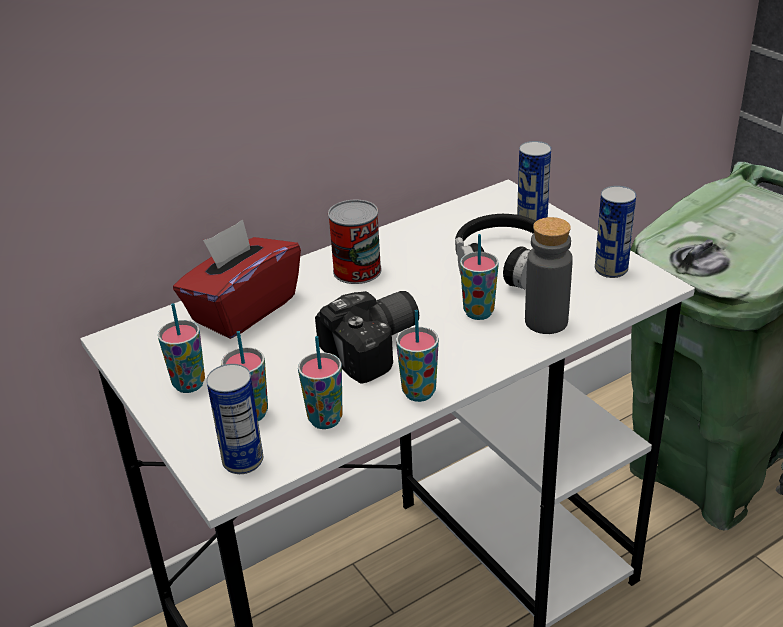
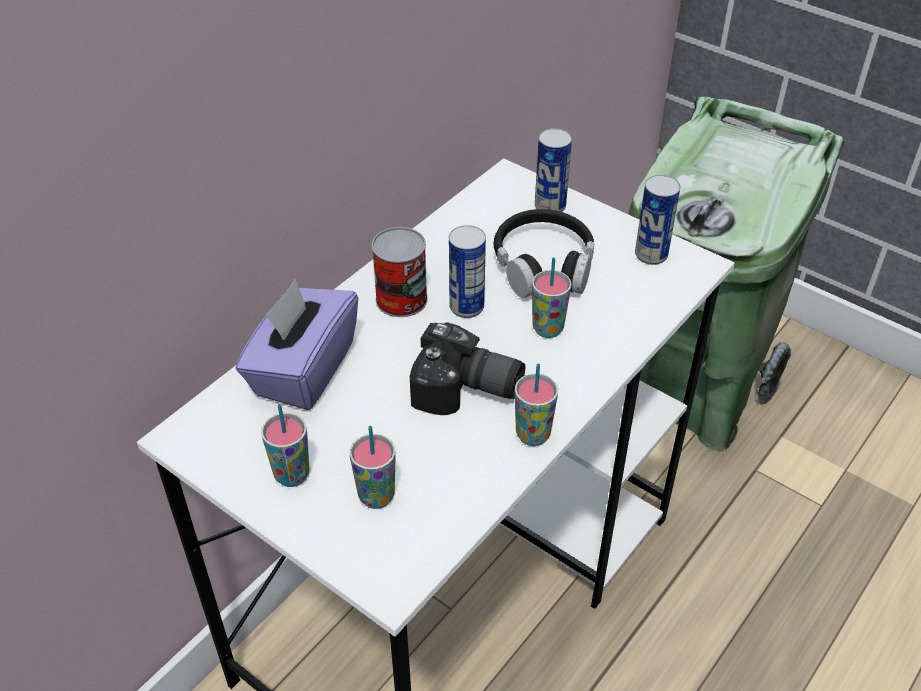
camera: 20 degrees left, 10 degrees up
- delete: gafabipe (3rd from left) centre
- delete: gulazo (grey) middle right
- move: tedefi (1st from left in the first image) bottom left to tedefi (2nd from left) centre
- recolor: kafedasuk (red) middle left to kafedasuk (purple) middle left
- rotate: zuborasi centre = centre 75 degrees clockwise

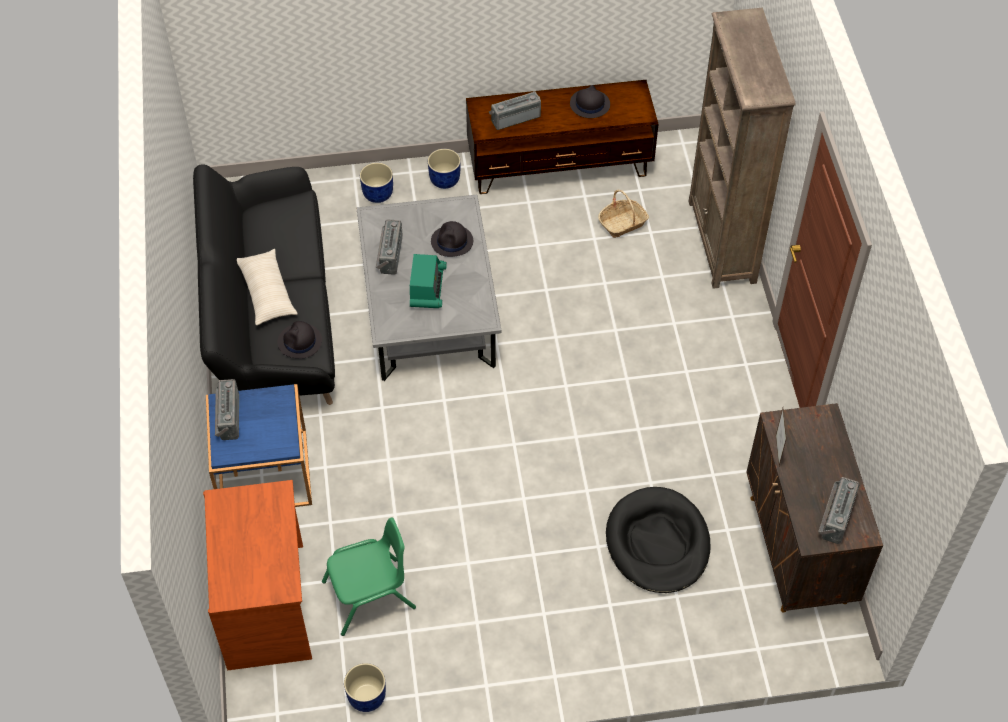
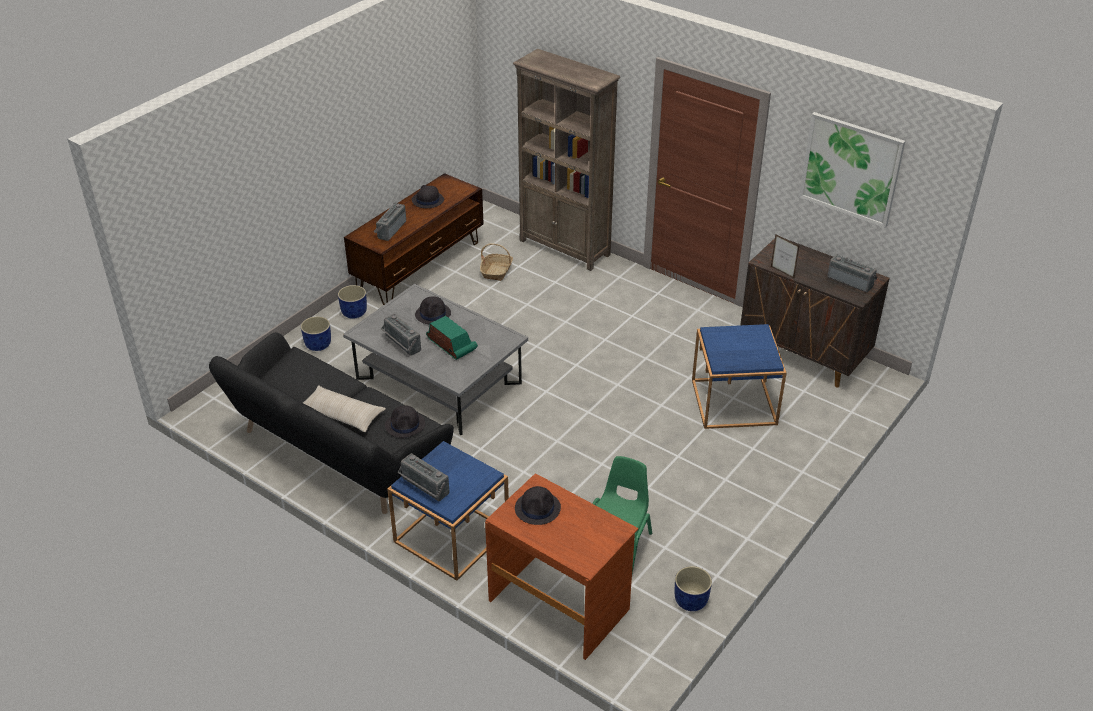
camera: 45 degrees left, 15 degrees down
- insert: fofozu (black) (4th from left) bottom centre
- insert: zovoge top right
- replace: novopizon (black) bottom centre to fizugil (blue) (2nd from left) middle right
- rotate: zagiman (5th from left) bottom right = middle right 150 degrees clockwise

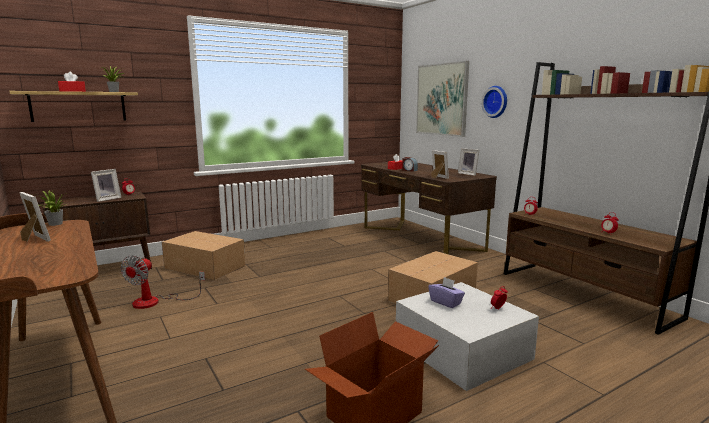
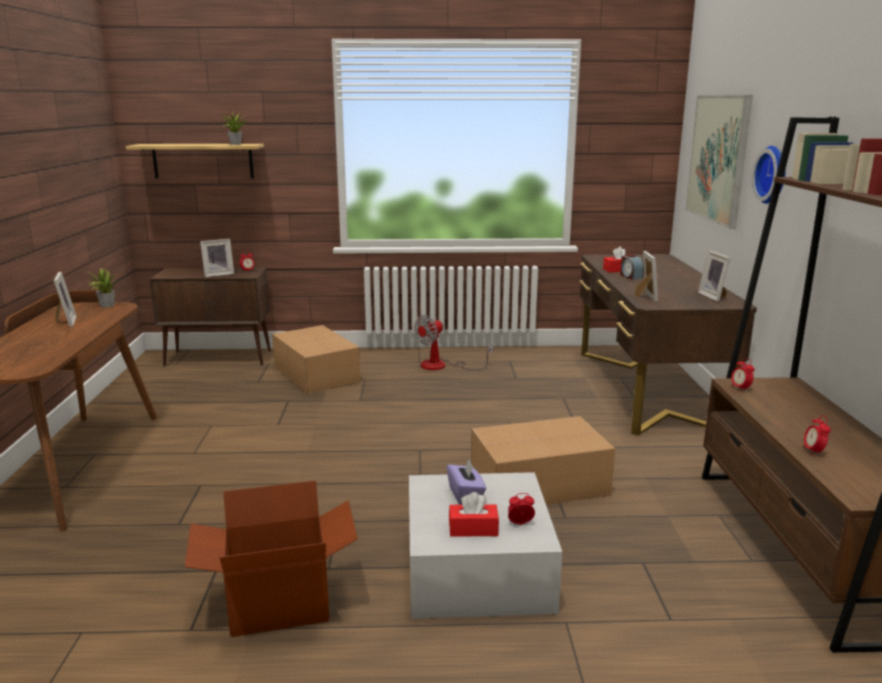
camera: 30 degrees right, 5 degrees up
- move: kafedasuk (red) (1st from left) top left to bottom centre
- move: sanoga bottom left to centre

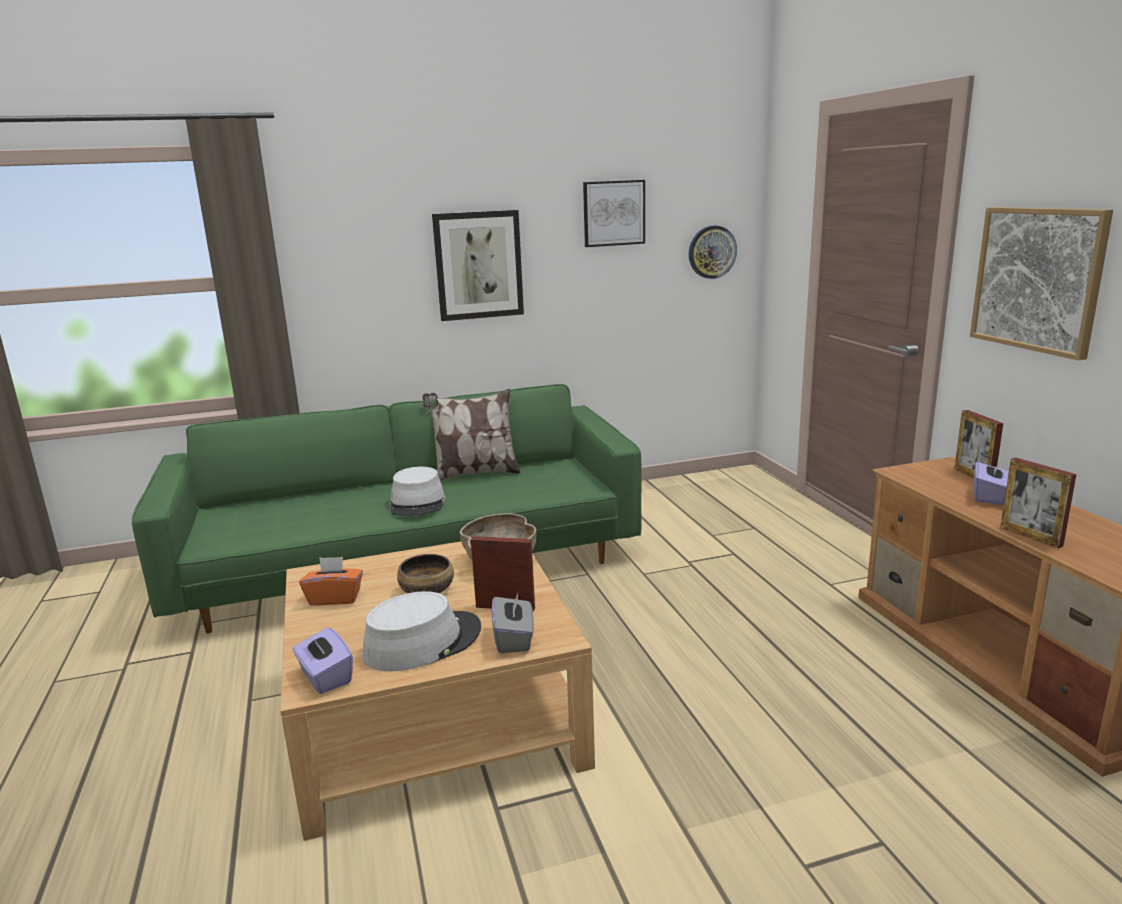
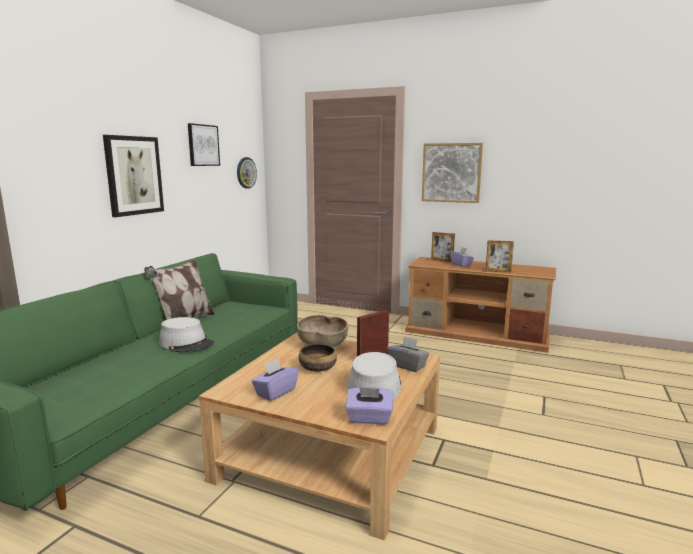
camera: 50 degrees left, 5 degrees down
- recolor: kafedasuk (orange) middle left to kafedasuk (purple) (1st from left) bottom centre

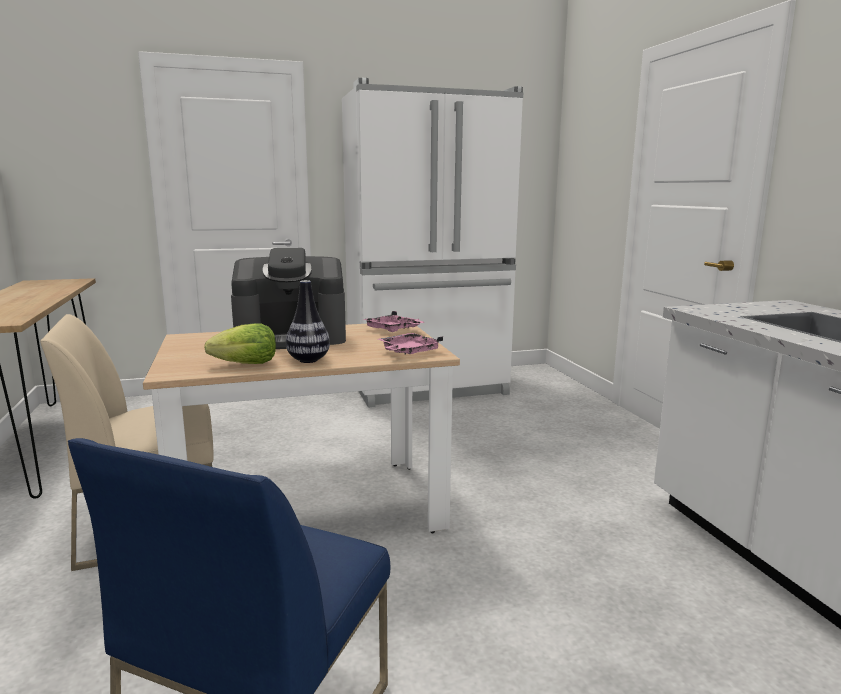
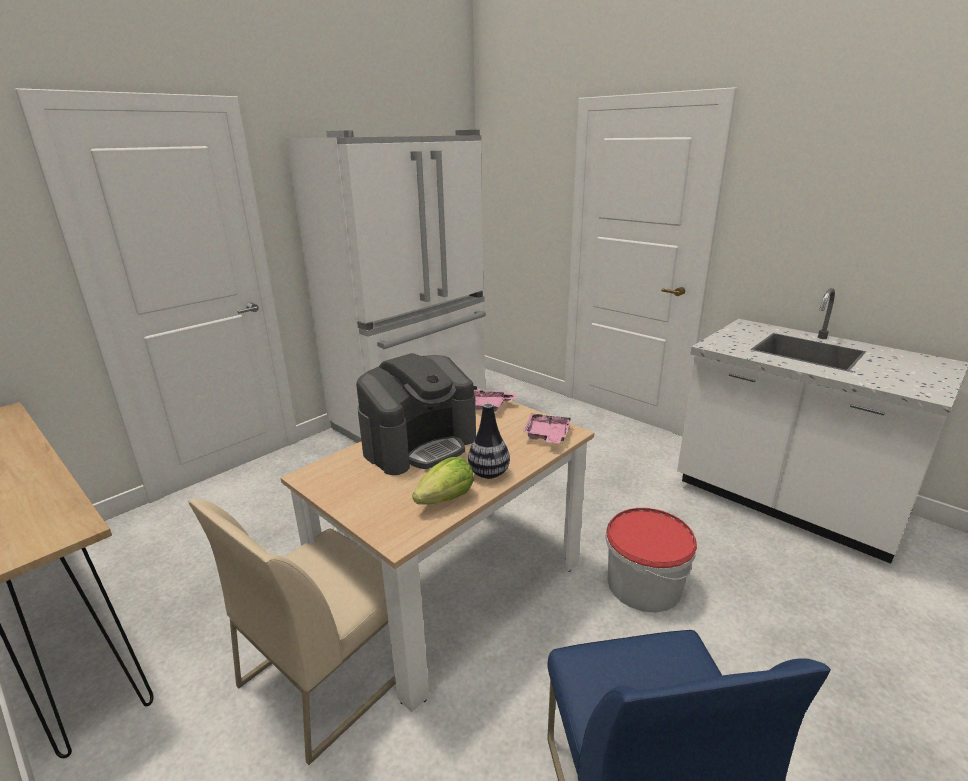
camera: 30 degrees left, 10 degrees up
- insert: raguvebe bottom right

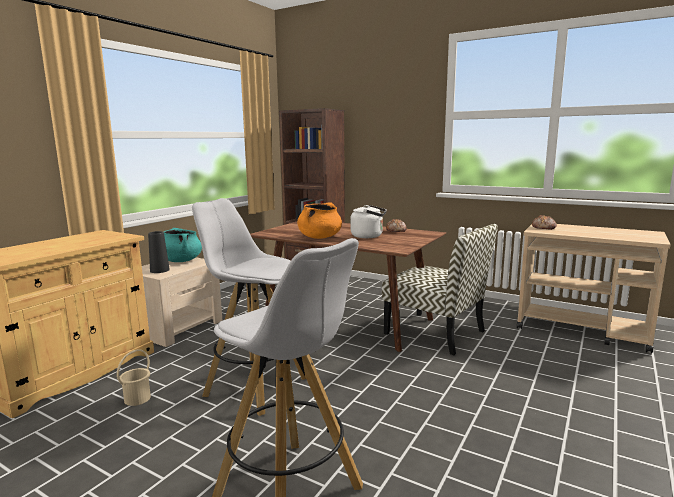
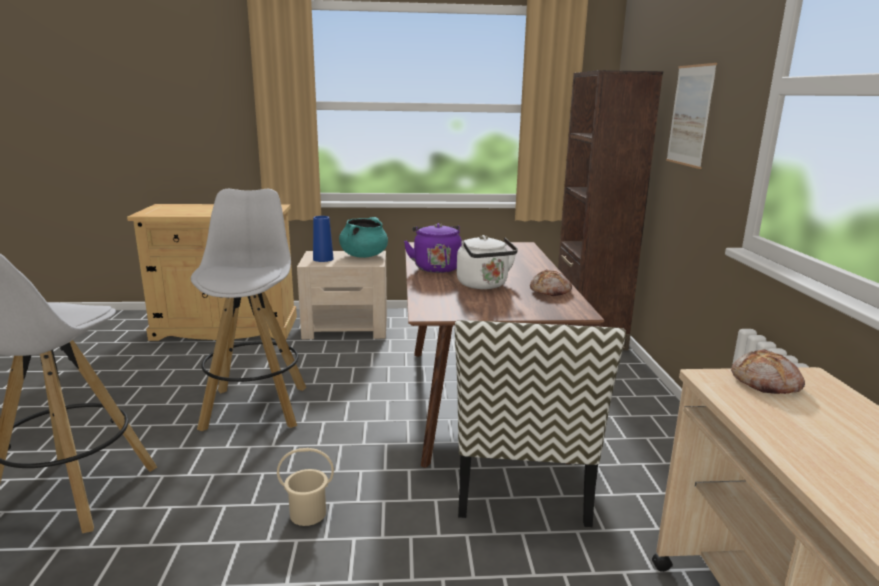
camera: 55 degrees right, 5 degrees up
- insert: zovoge top right
- move: raguvebe (beige) bottom left to bottom centre
- replace: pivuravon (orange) centre to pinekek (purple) centre
- recolor: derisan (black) middle left to derisan (blue) centre

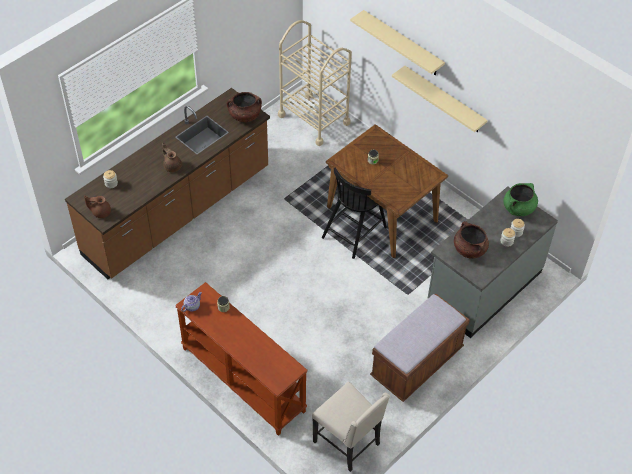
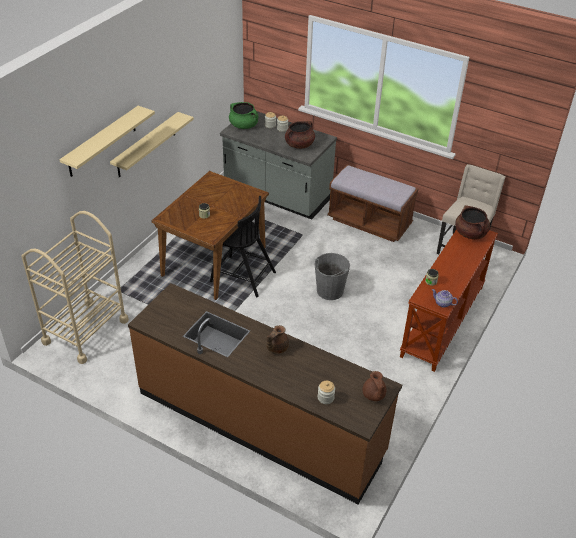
camera: 105 degrees left, 10 degrees down
- insert: raguvebe (grey) centre
- move: pivuravon (brown) (1st from left in the first image) top centre to pivuravon (brown) (2nd from left) middle right

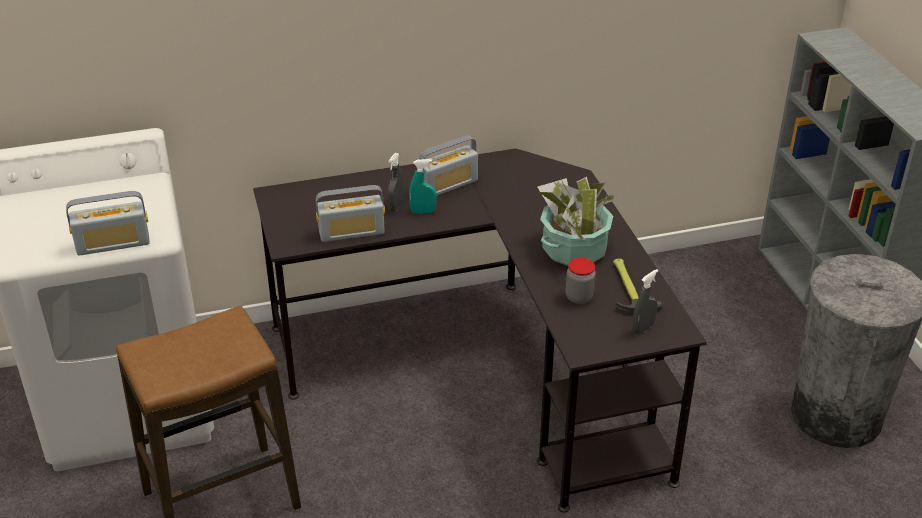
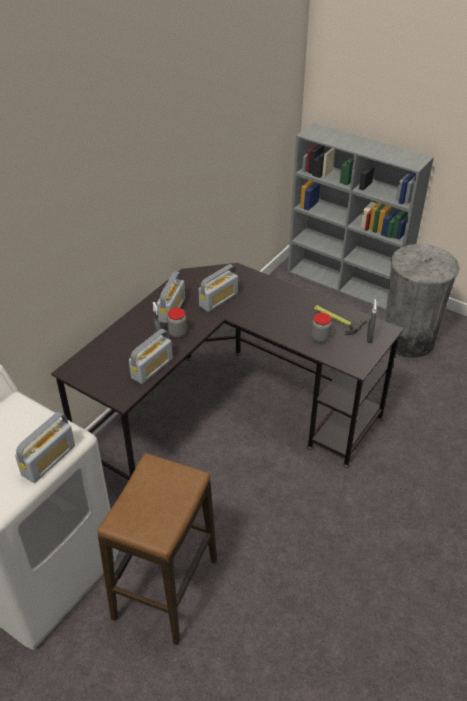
camera: 40 degrees left, 5 degrees up
- delete: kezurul centre
- insert: zagiman (4th from left) centre
- replace: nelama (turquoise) centre to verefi (1st from left) centre

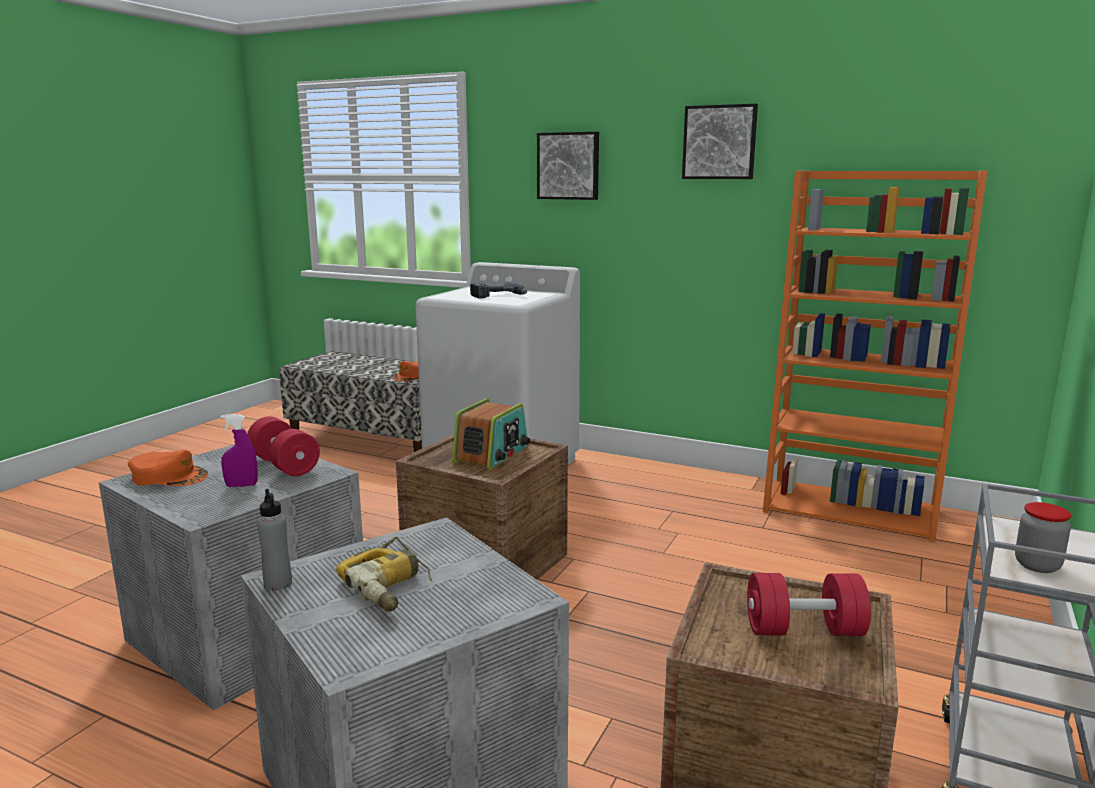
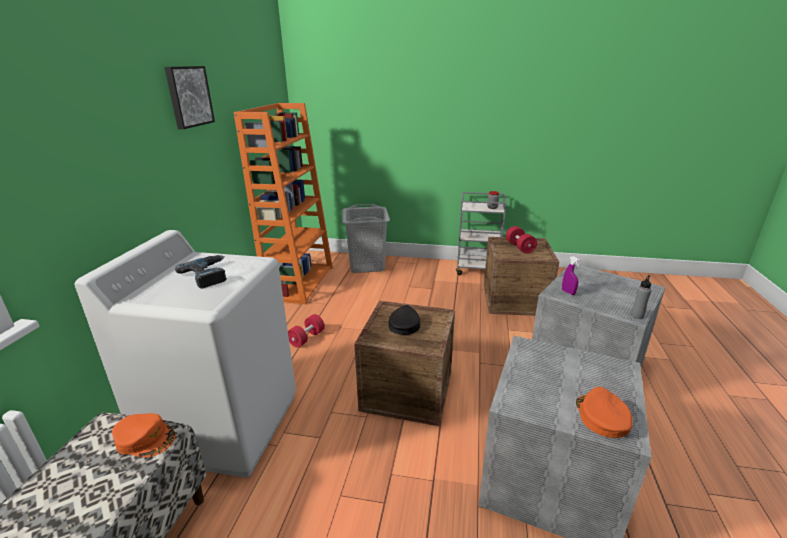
camera: 105 degrees left, 10 degrees up
- delete: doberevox (1st from left) bottom centre
- delete: zovoge (1st from left) top centre
- insert: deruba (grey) centre
- move: nelama (purple) middle left to middle right
- move: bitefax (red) (1st from left) middle left to centre
- replace: zagiman centre to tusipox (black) centre

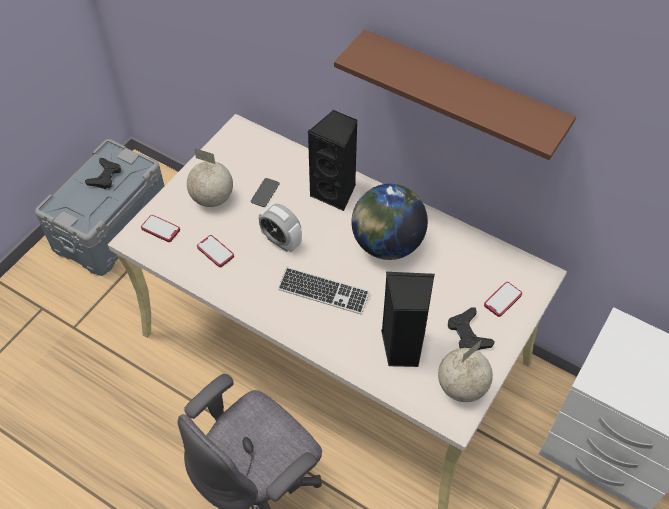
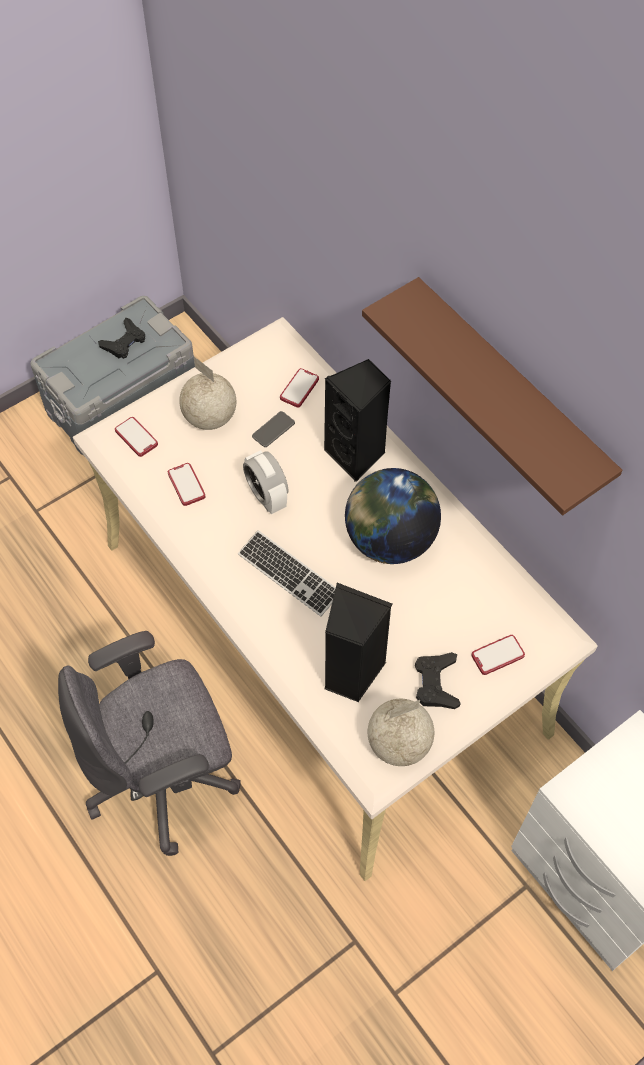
camera: 20 degrees right, 5 degrees up
- insert: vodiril (4th from left) centre

